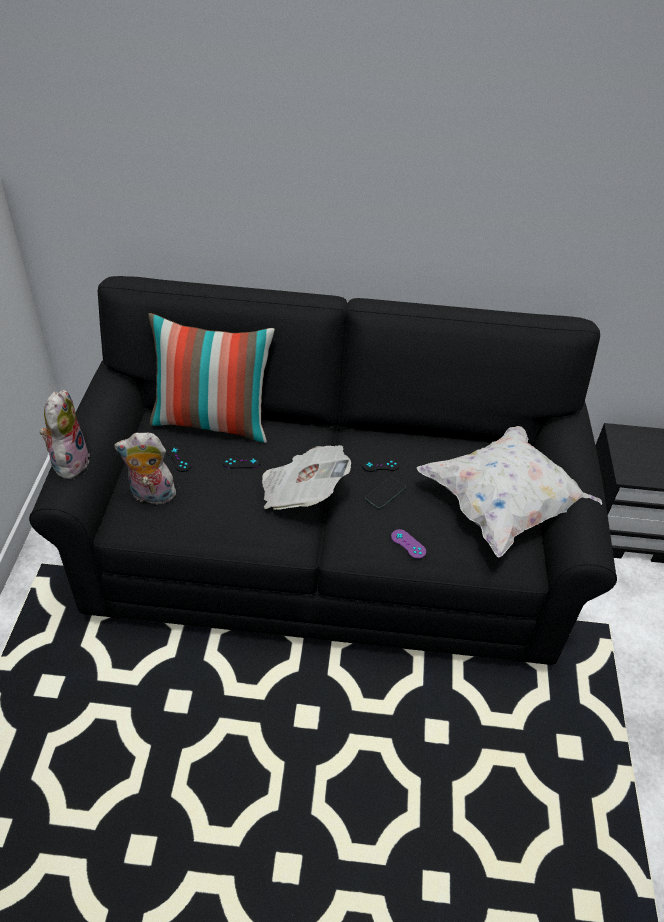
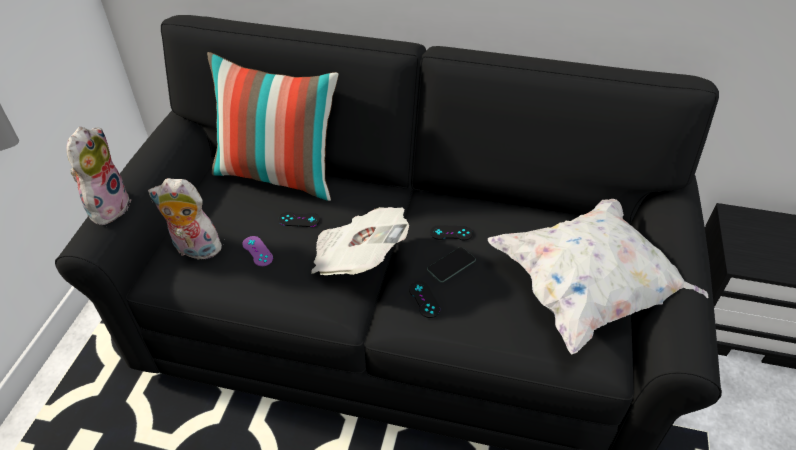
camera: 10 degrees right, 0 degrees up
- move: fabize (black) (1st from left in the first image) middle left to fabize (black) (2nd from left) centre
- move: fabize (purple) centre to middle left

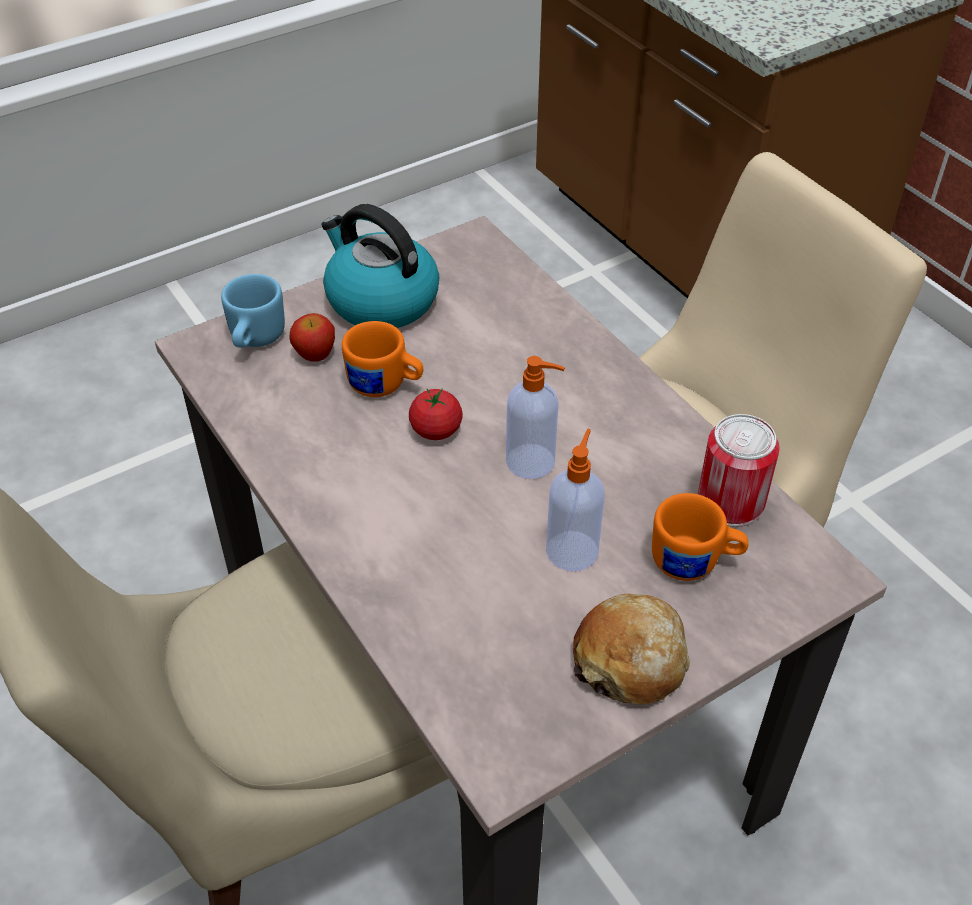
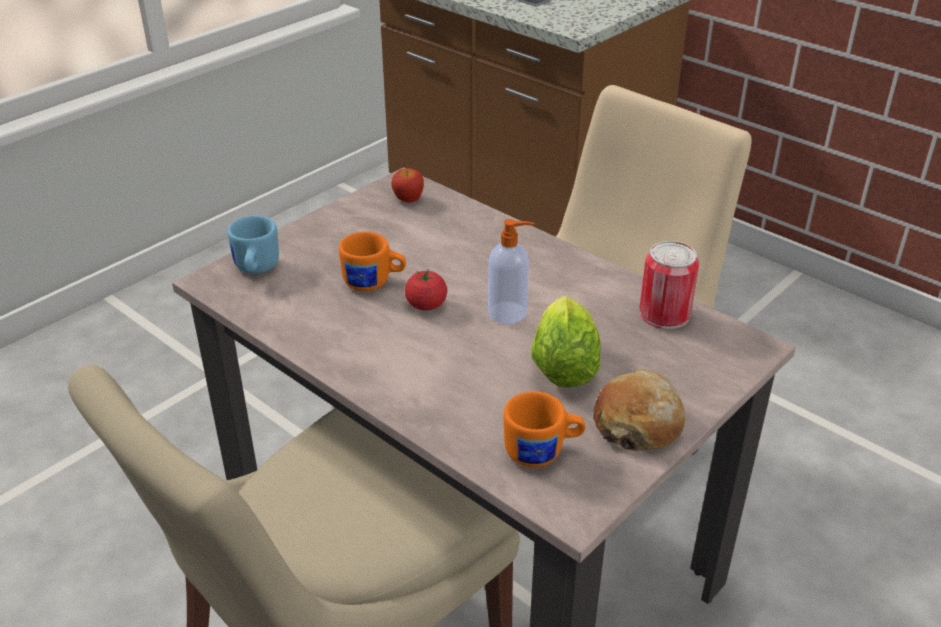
camera: 15 degrees left, 10 degrees down
- delete: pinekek top centre
- move: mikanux middle left to top centre
- move: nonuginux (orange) (2nd from left) middle right to bottom centre
- replace: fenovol (2nd from left) centre to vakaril centre

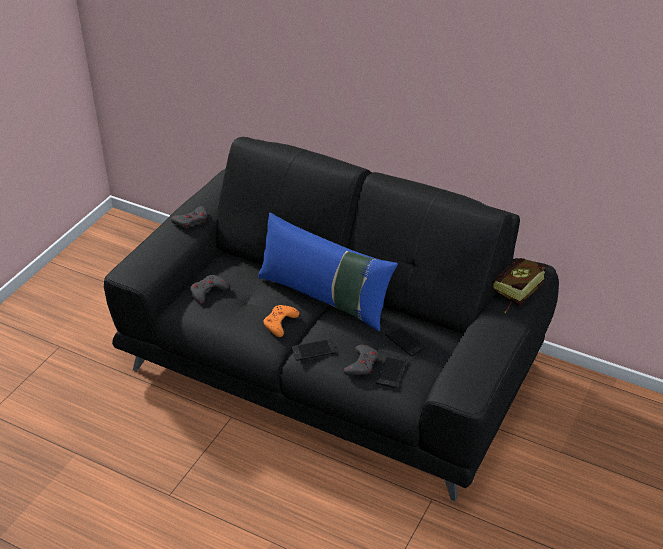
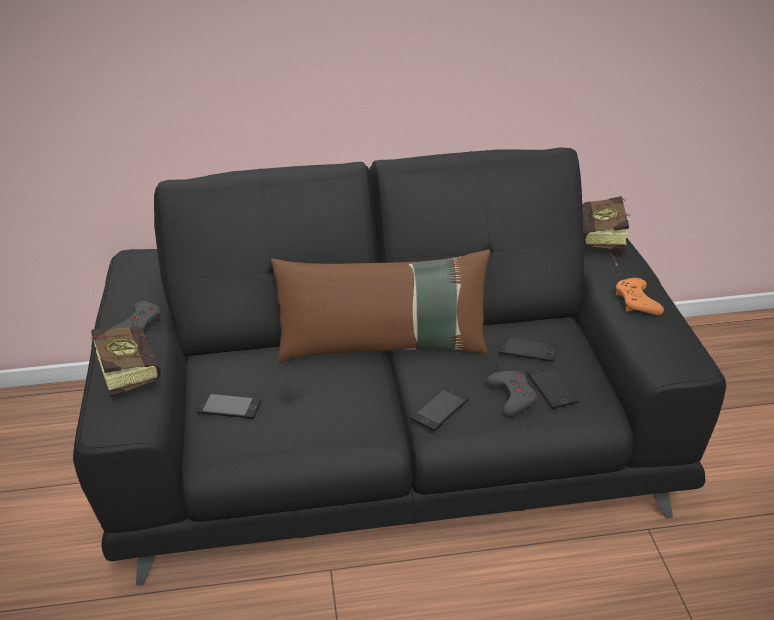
camera: 35 degrees left, 5 degrees down
- insert: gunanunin (1st from left) middle left
- move: fabize (orange) centre to middle right
- replace: fabize (grey) (2nd from left) middle left to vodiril (1st from left) middle left
- recolor: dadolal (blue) centre to dadolal (brown) centre

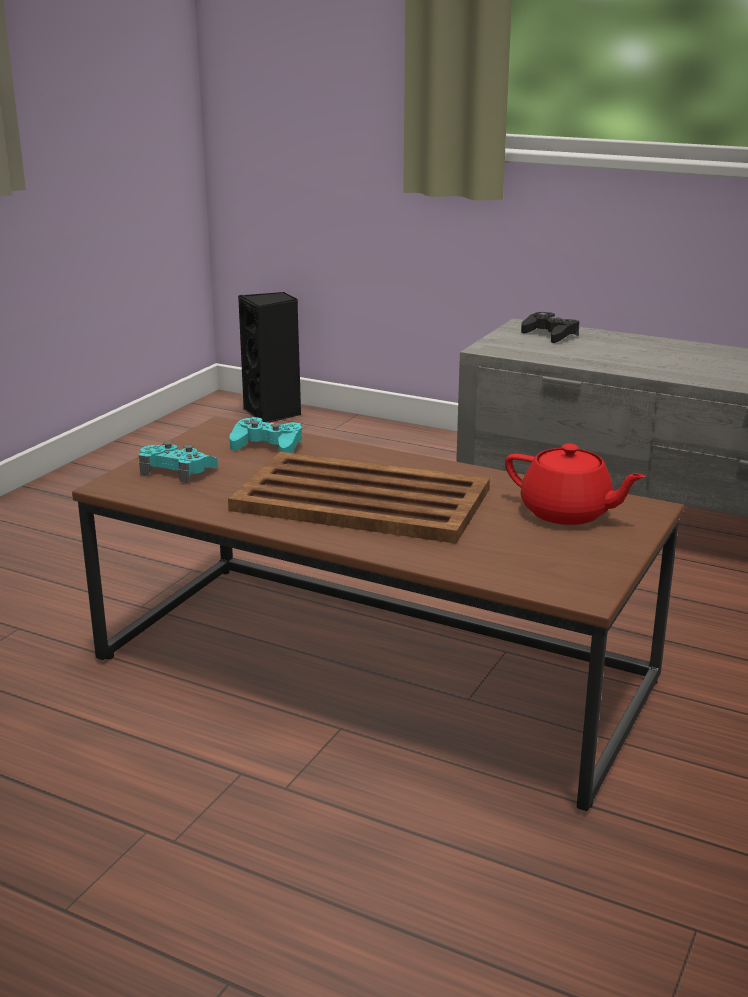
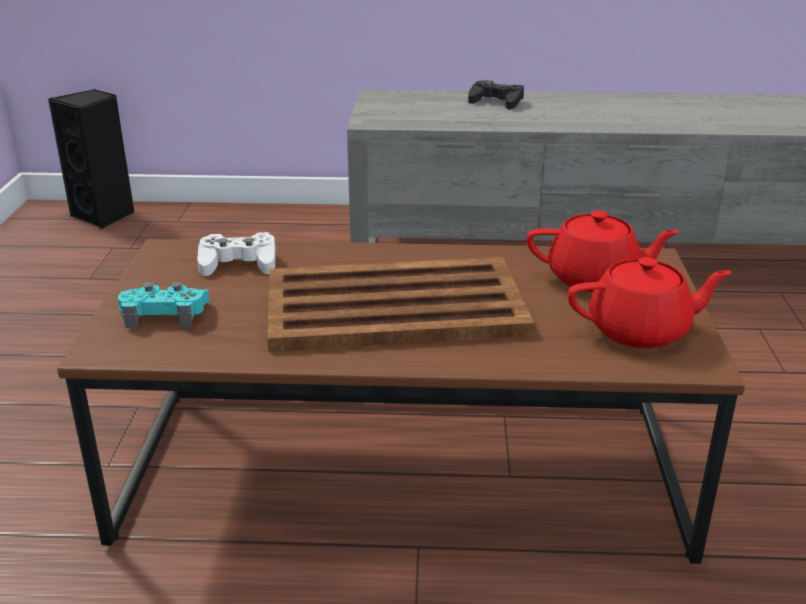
camera: 25 degrees left, 5 degrees up
- insert: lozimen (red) (2nd from left) middle right
- move: fabize (black) top right to top centre
- recolor: fabize (turquoise) (2nd from left) centre to fabize (white) middle left

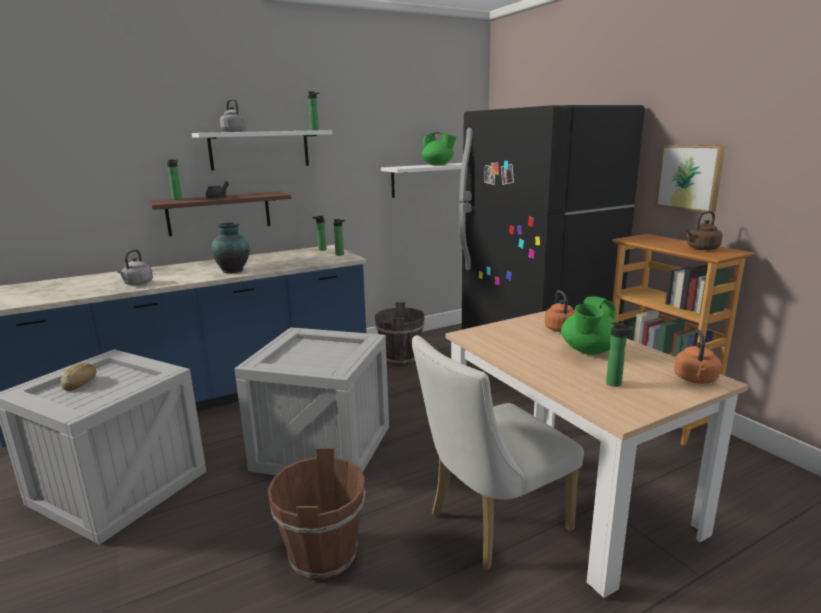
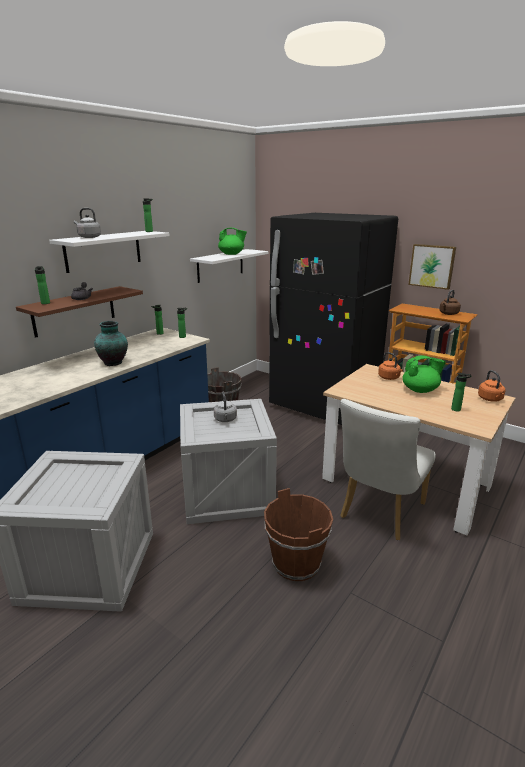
camera: 25 degrees left, 5 degrees up
- delete: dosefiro middle left
- move: pinekek (grey) (1st from left in the first image) middle left to pinekek (grey) (2nd from left) centre
- rotate: lozimen (green) (2nd from left) middle right = middle right 105 degrees counterclockwise

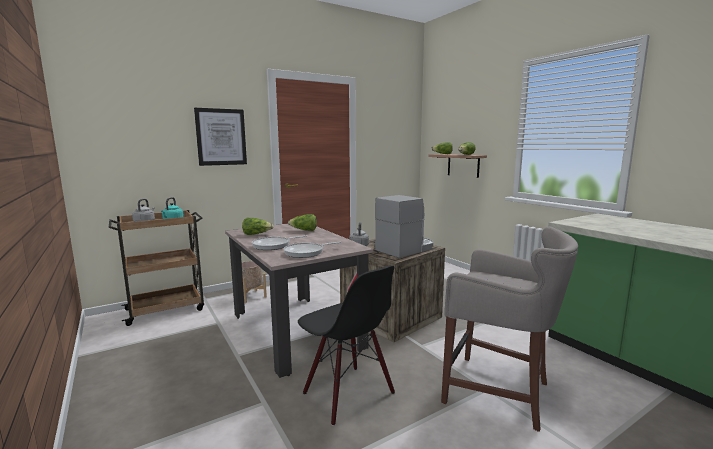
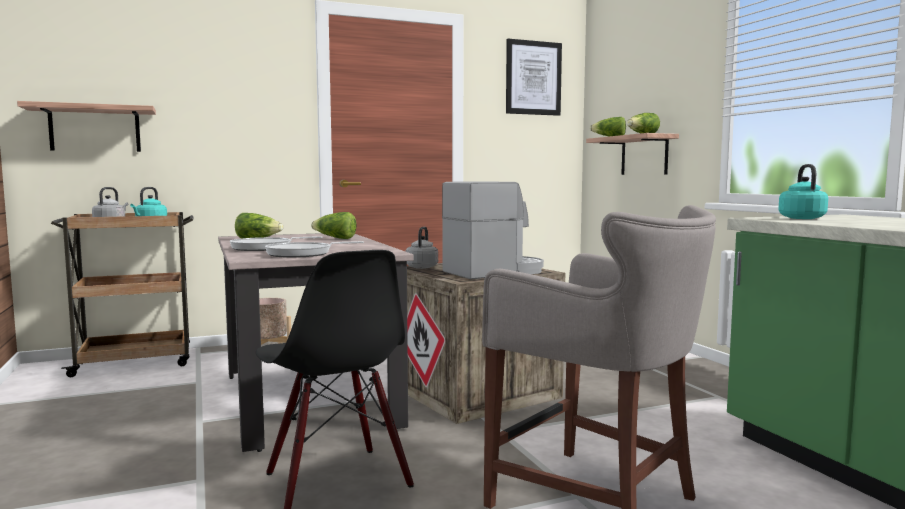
camera: 10 degrees right, 5 degrees down
- insert: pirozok (1st from left) top left
- insert: pinekek (turquoise) (2nd from left) middle right
- move: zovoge top left to top centre

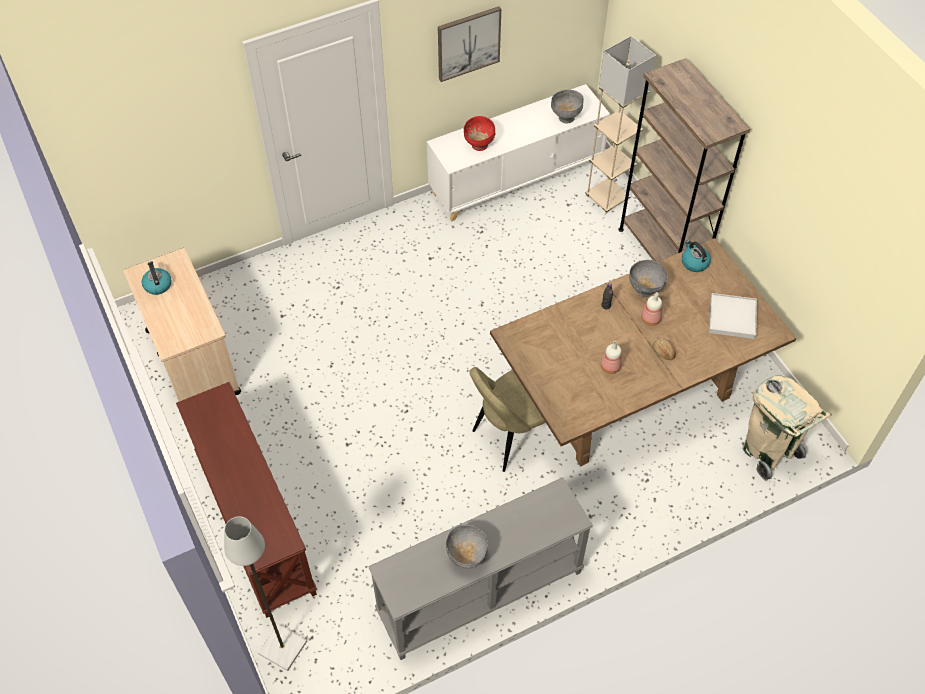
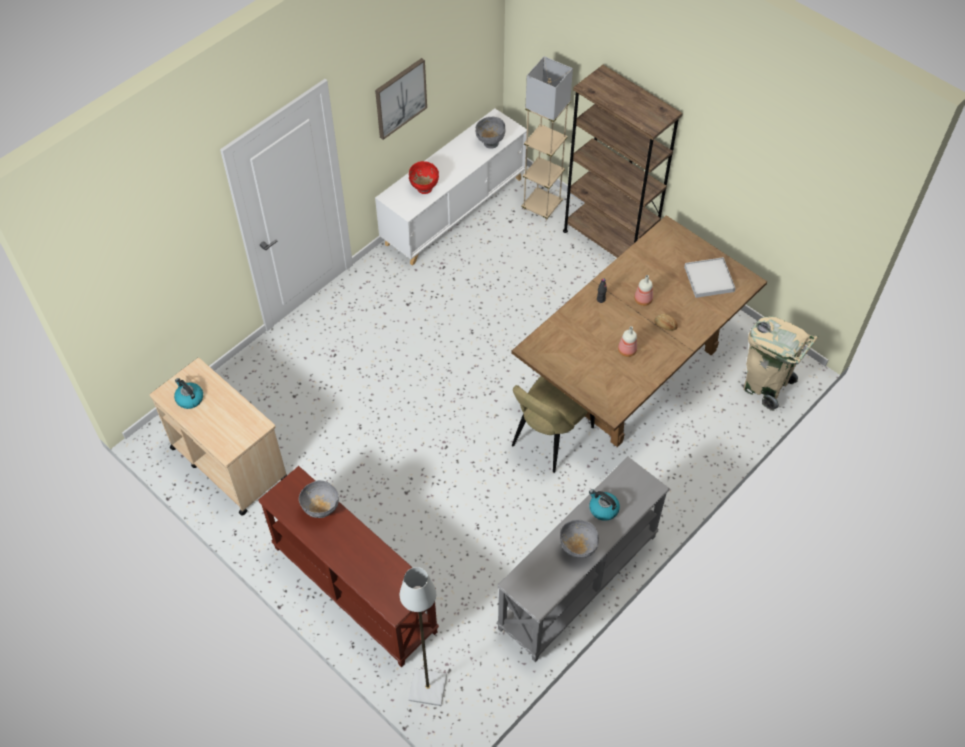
camera: 20 degrees left, 0 degrees up
- move: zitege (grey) (3rd from left in the first image) middle right to zitege (grey) (1st from left) bottom left
- move: pinekek (2nd from left) middle right to bottom centre

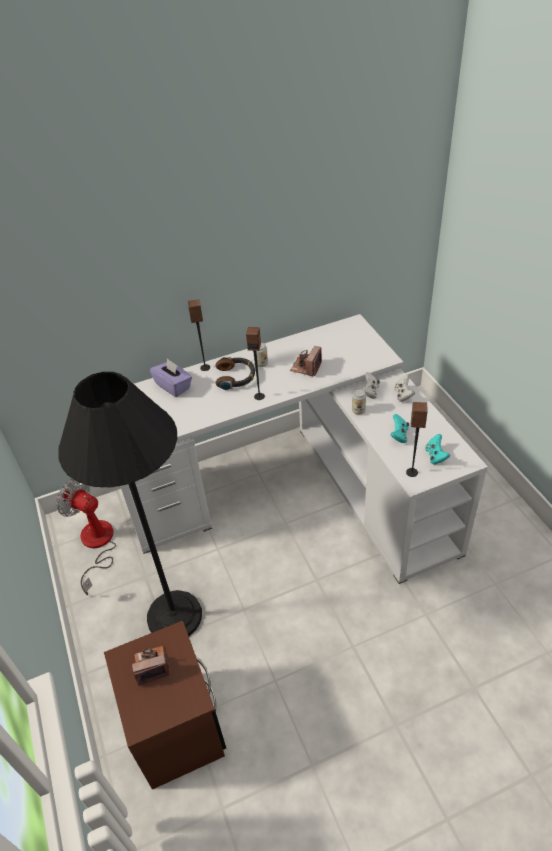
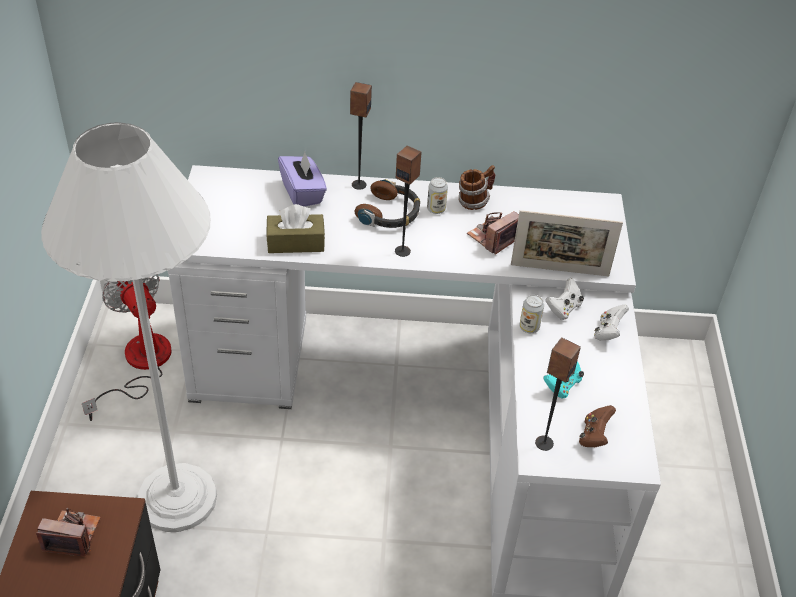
camera: 20 degrees right, 0 degrees up
- insert: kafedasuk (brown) centre
- insert: nonuginux top centre
- insert: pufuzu middle right
- recolor: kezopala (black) middle left to kezopala (white) middle left
- recolor: fabize (turquoise) (2nd from left) middle right to fabize (brown) bottom right

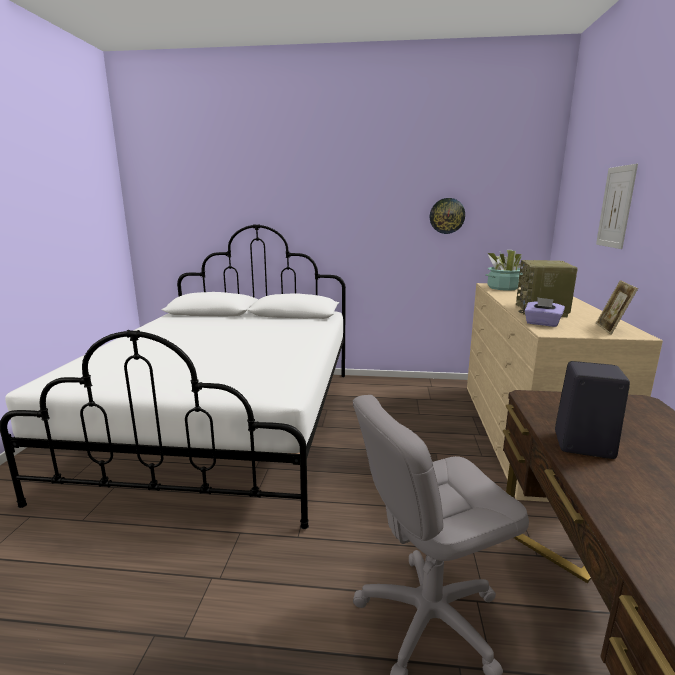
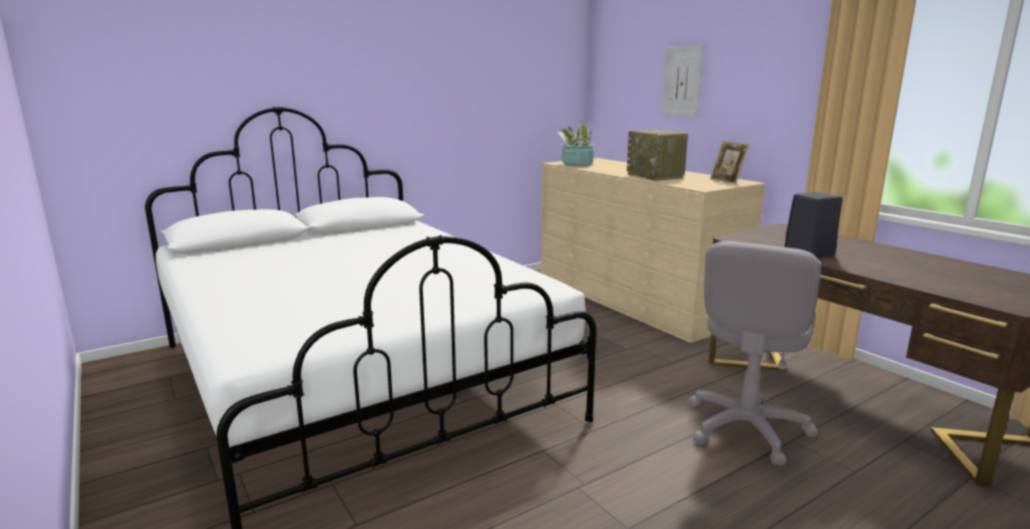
camera: 40 degrees left, 0 degrees up
- delete: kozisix top centre
- delete: kafedasuk (purple) middle right

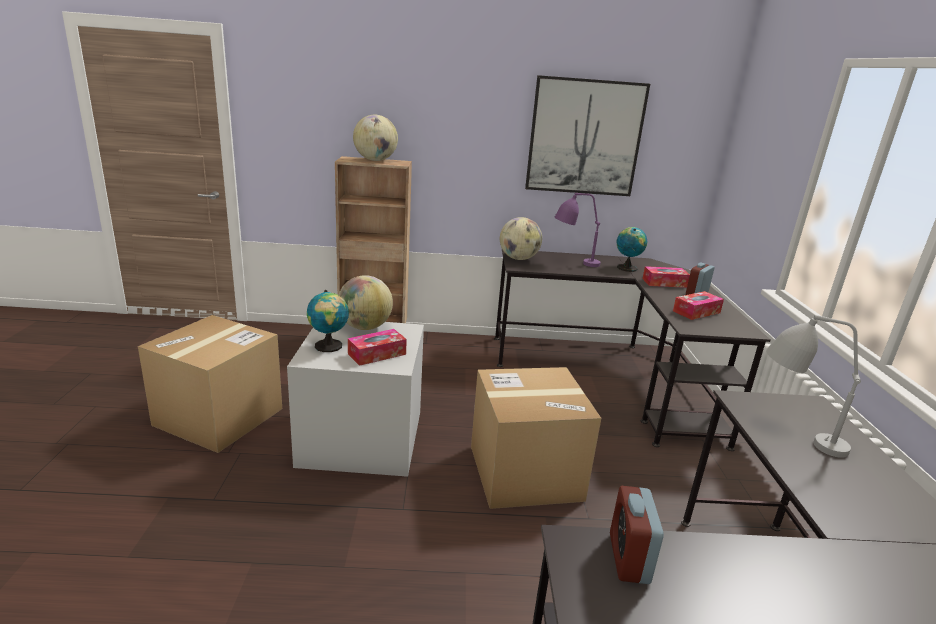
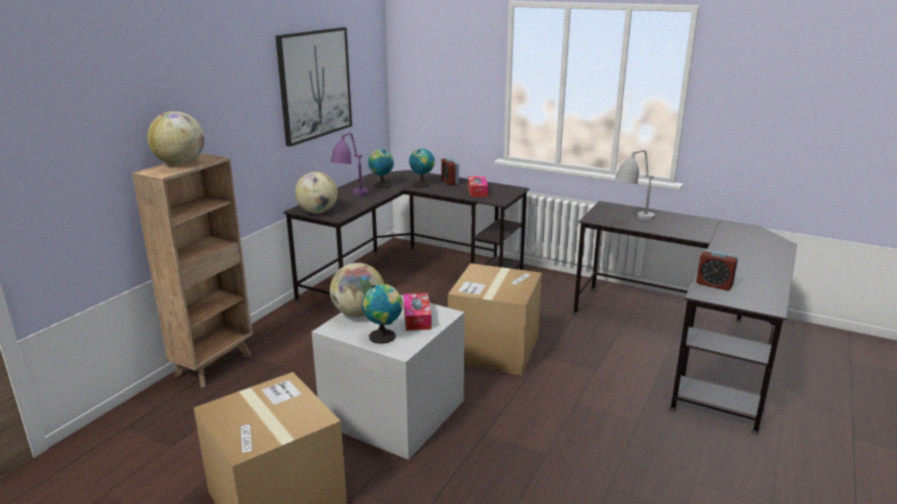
camera: 60 degrees left, 0 degrees up
- replace: kafedasuk (2nd from left) middle right to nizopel (6th from left) centre

